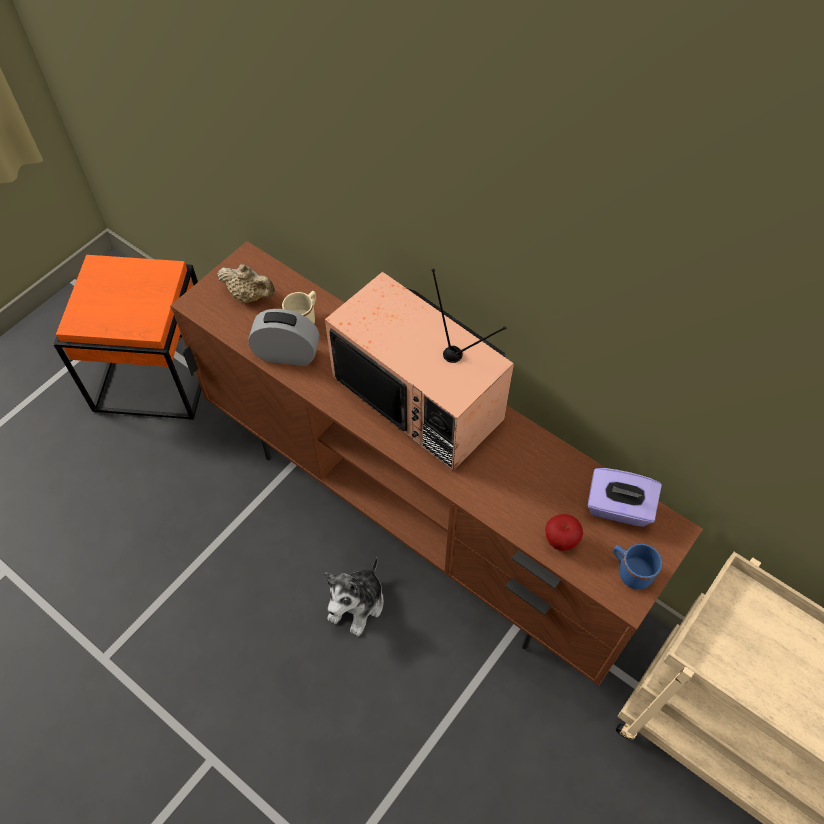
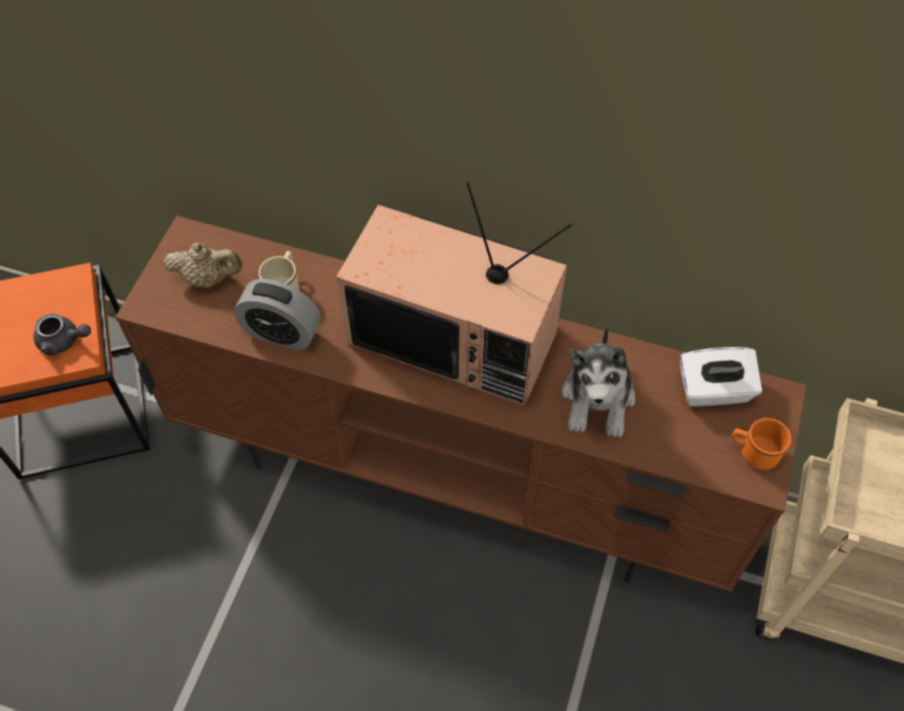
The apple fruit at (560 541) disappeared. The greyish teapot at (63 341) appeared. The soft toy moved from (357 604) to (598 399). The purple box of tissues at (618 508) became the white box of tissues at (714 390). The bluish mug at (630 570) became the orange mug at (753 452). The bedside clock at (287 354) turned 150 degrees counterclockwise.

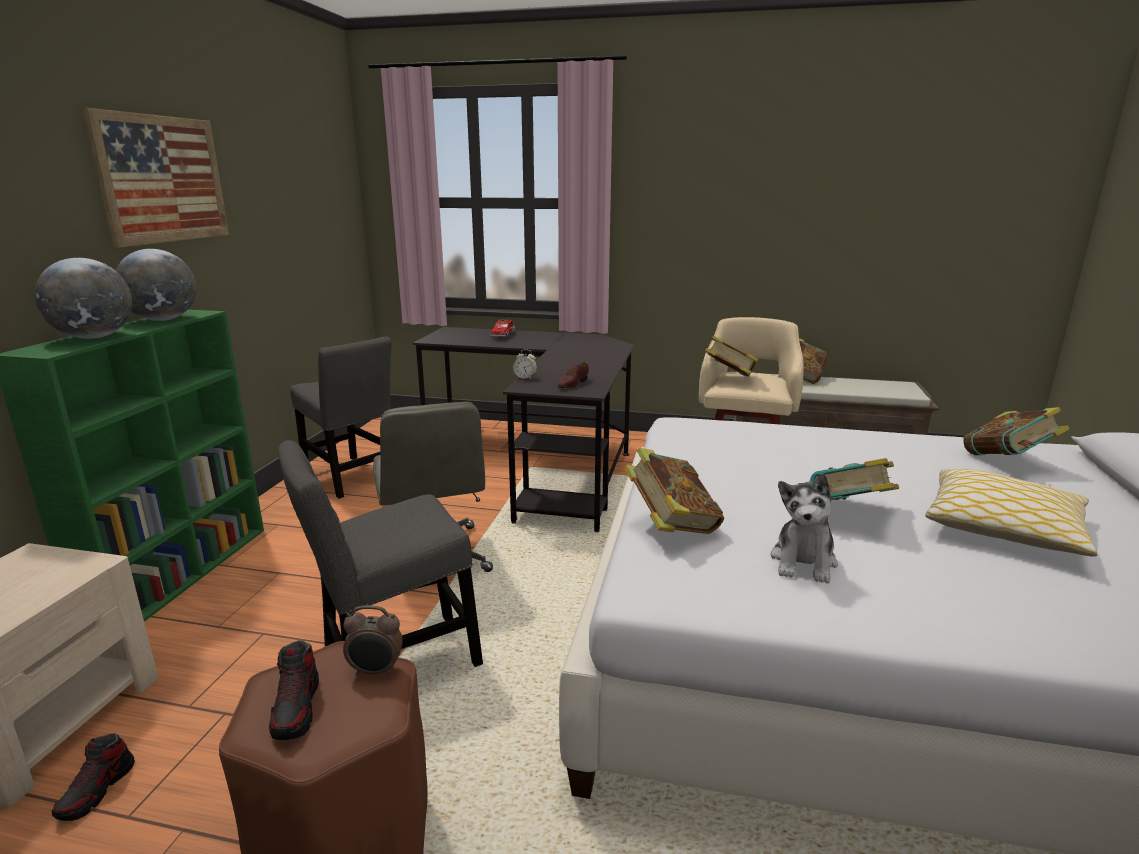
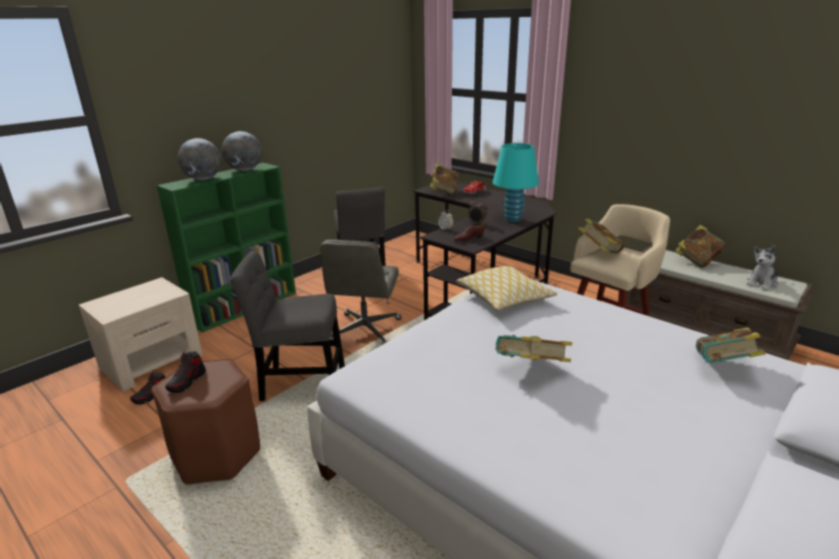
The wall picture at (162 179) disappeared. The turquoise-coloured table lamp at (513 219) appeared. The bedside clock moved from (376 671) to (476 223). The volume moved from (671 525) to (444 192). The soft toy moved from (803 561) to (762 283). The pillow moved from (1003 528) to (504 298).

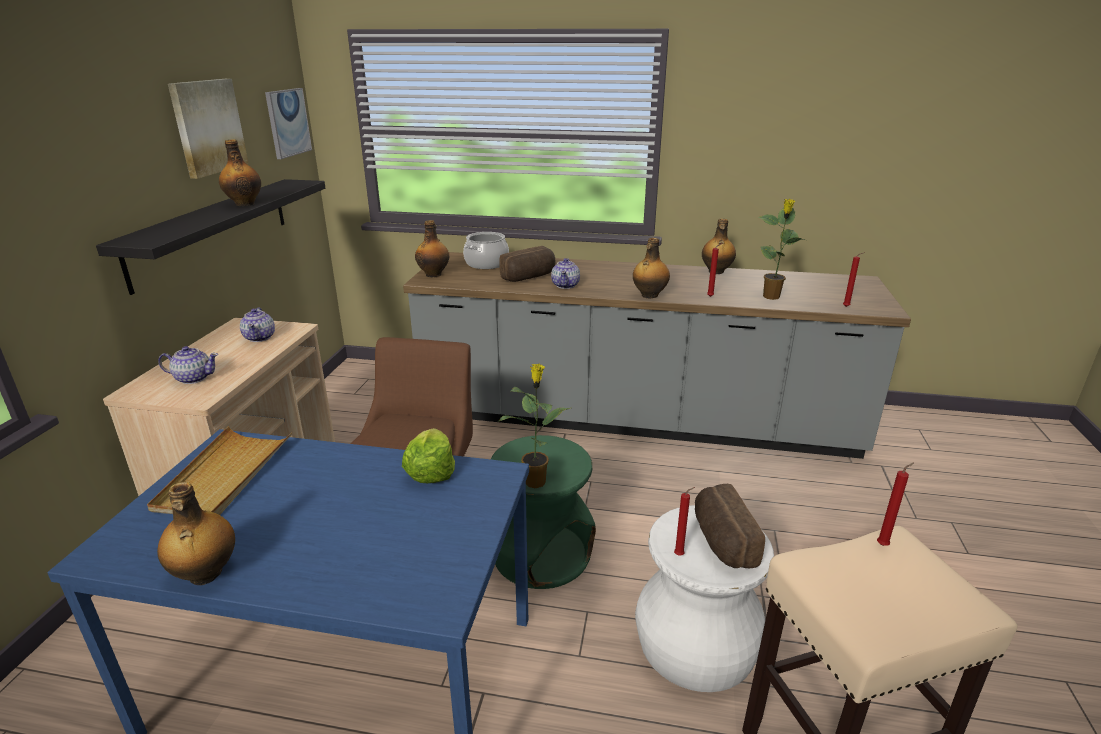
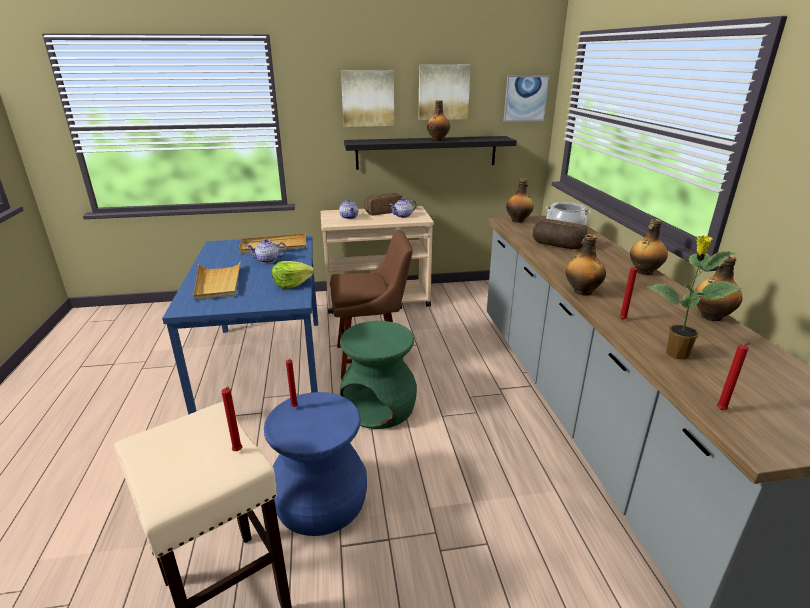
The houseplant at (535 481) disappeared. The beige-coloured serving tray at (218 283) appeared. The wall picture at (368 98) appeared. The drink bottle moved from (205 574) to (643 272). The teapot moved from (566 285) to (268 260). The bakery bread moved from (721 541) to (383 211). The white sitting stool at (697 646) became the bluish sitting stool at (319 501).

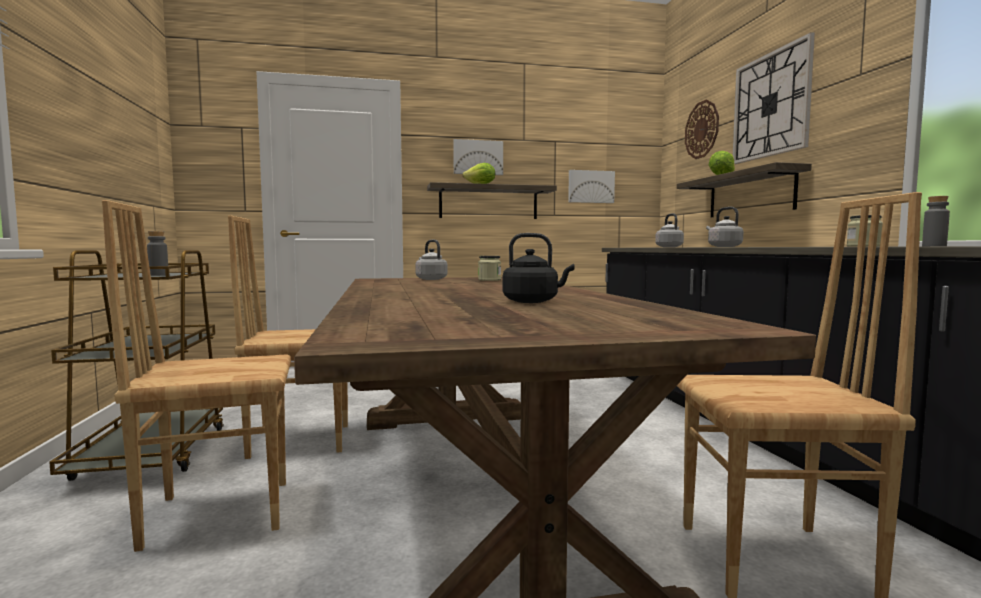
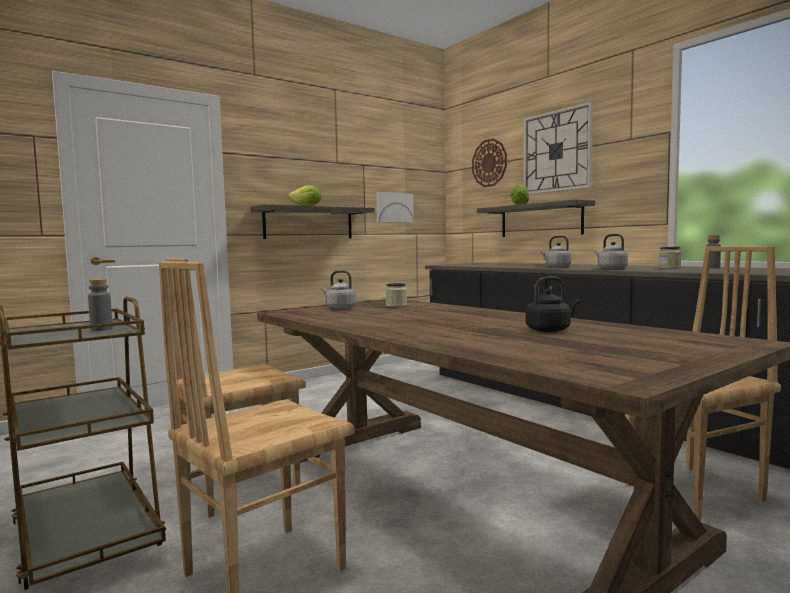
The wall picture at (478 157) disappeared. The greyish kettle moved from (668 247) to (610 269).

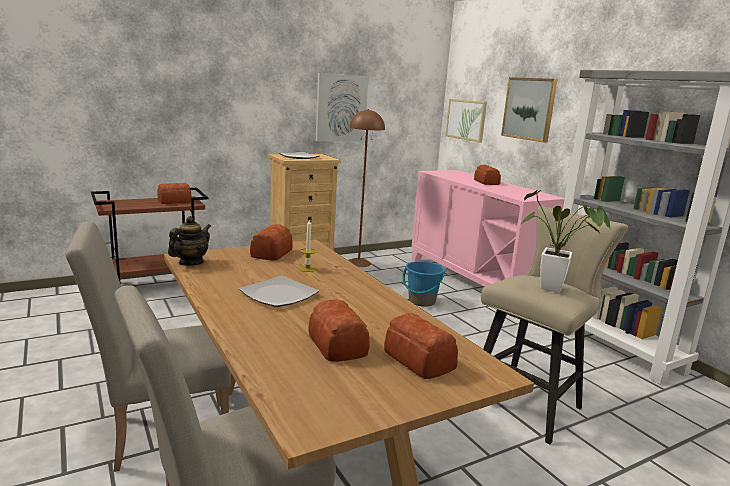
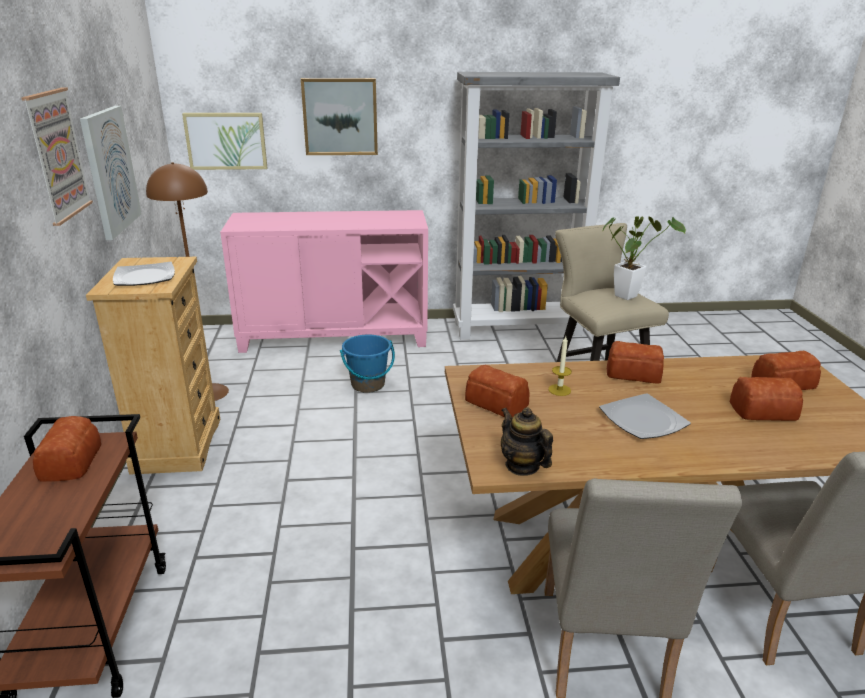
The wall picture at (57 155) appeared. The bakery bread moved from (486 182) to (634 374).

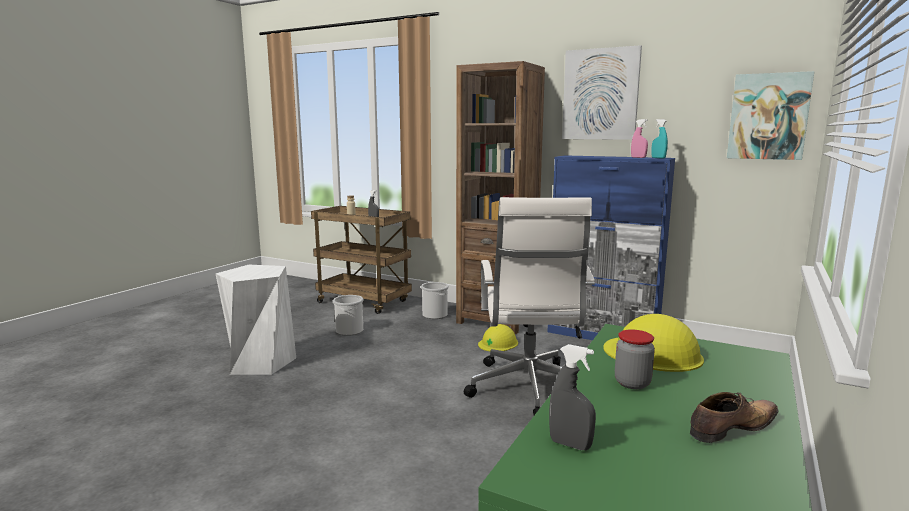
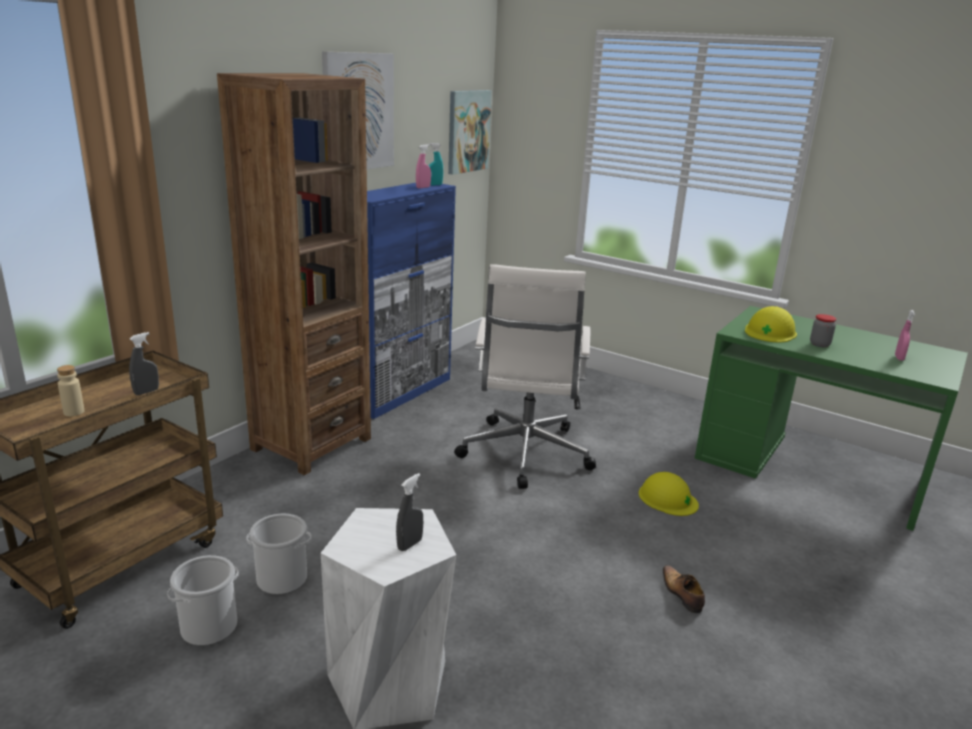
The pink-coloured spray bottle at (899 358) appeared. The bucket moved from (435 315) to (209 627). The yellowish hard hat moved from (498 343) to (667 498). The greyish spray bottle moved from (570 444) to (409 544). The low shoe moved from (731 428) to (681 594). The white desk chair at (529 389) turned 90 degrees clockwise.

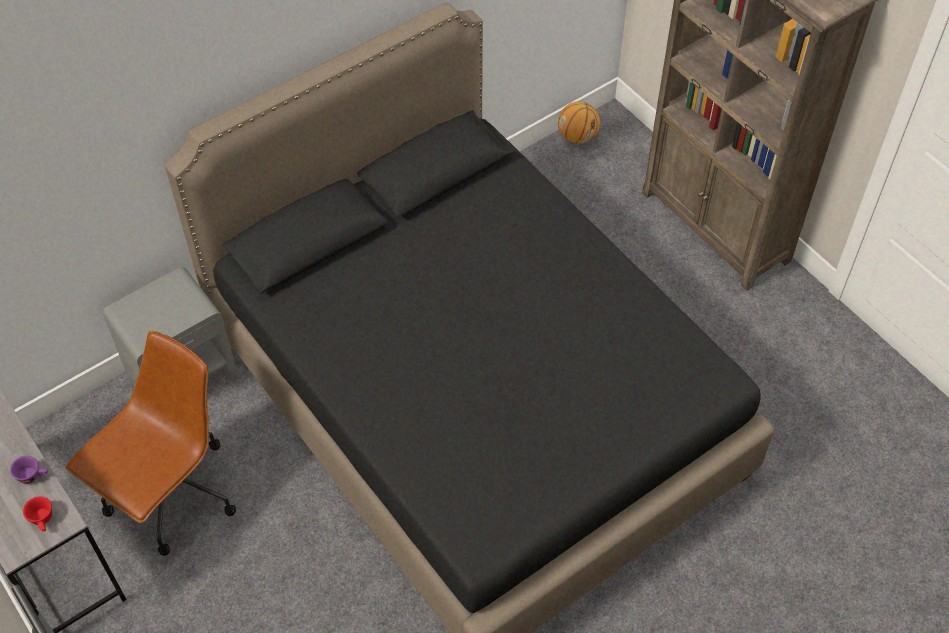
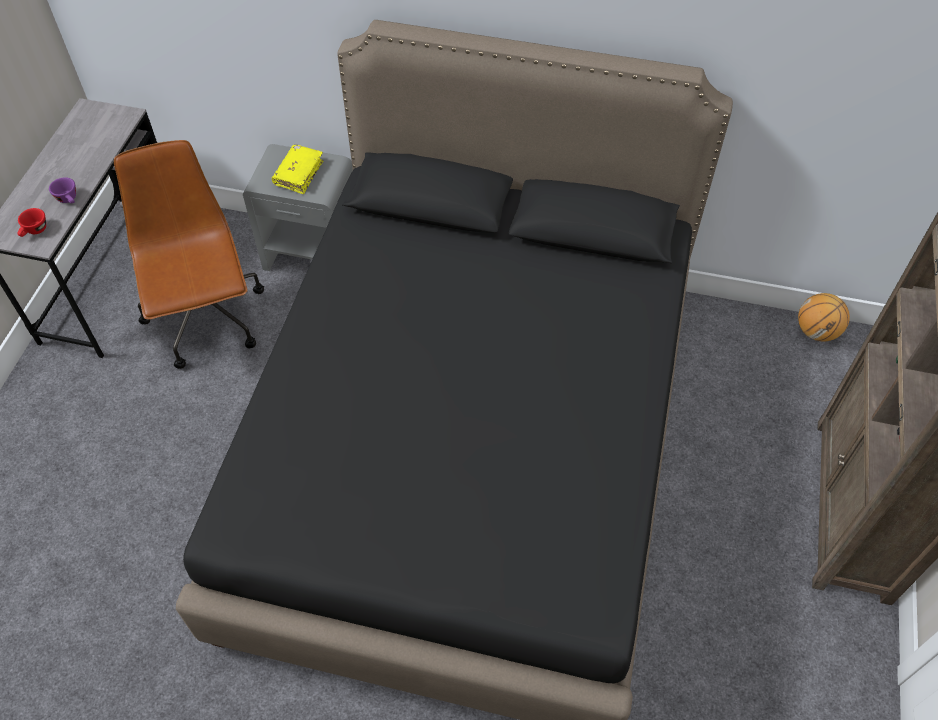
The yellowish volume at (299 174) appeared. The brownish desk chair at (171 496) turned 105 degrees counterclockwise.

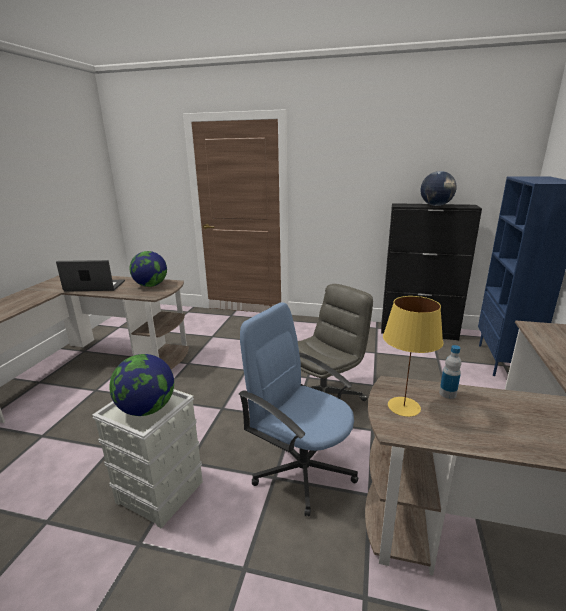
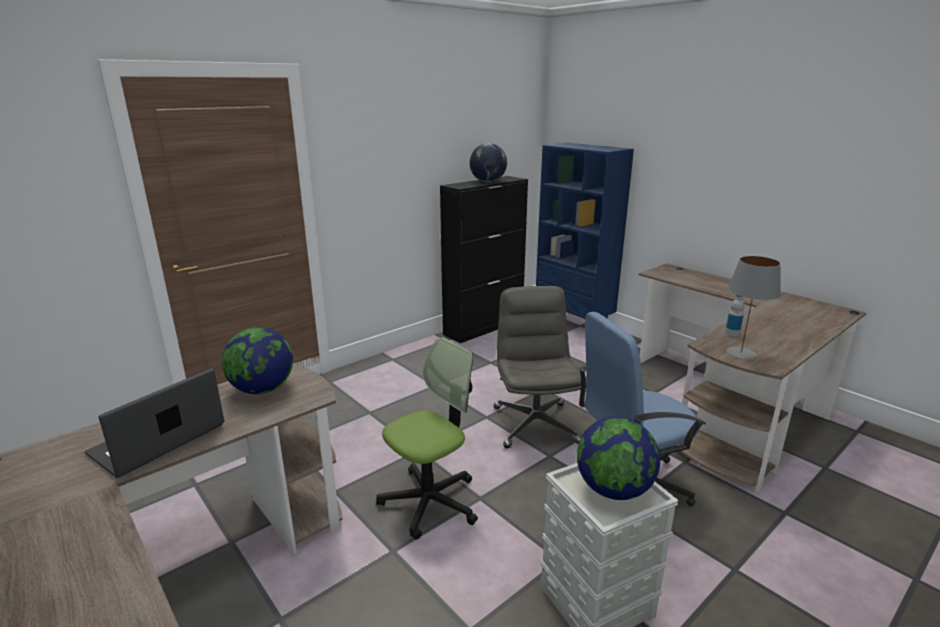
The desk chair at (430 502) appeared. The yellowish table lamp at (403 406) became the greyish table lamp at (740 353).

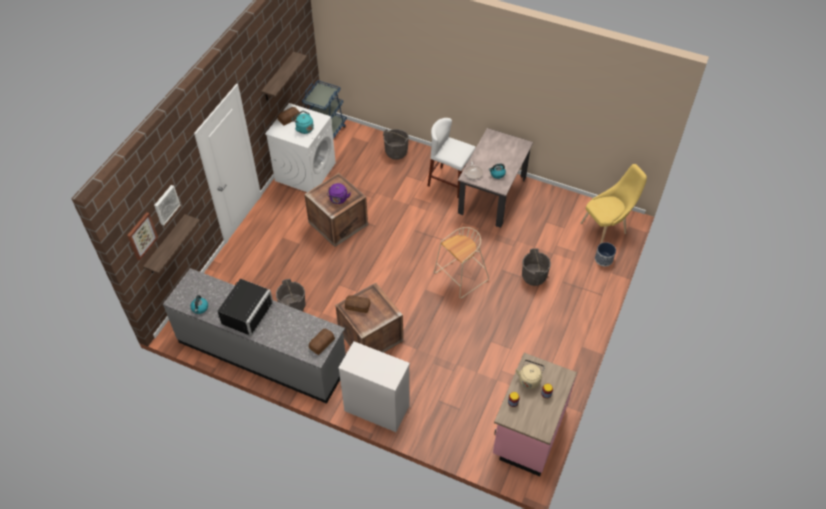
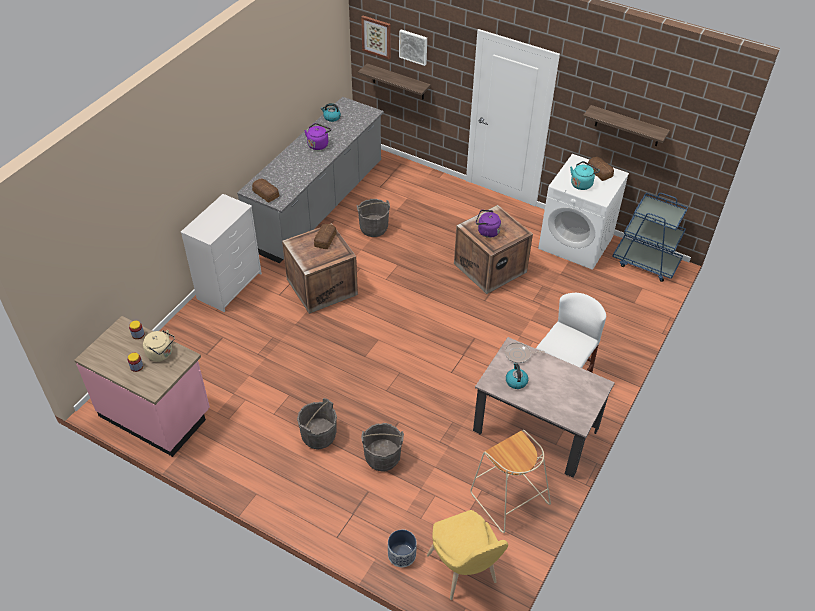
The greyish bucket moved from (396 152) to (319 436). The beige-coloured sitting stool moved from (460 277) to (508 498). The blackish microwave at (244 313) was replaced by the purple kettle at (318 144).

